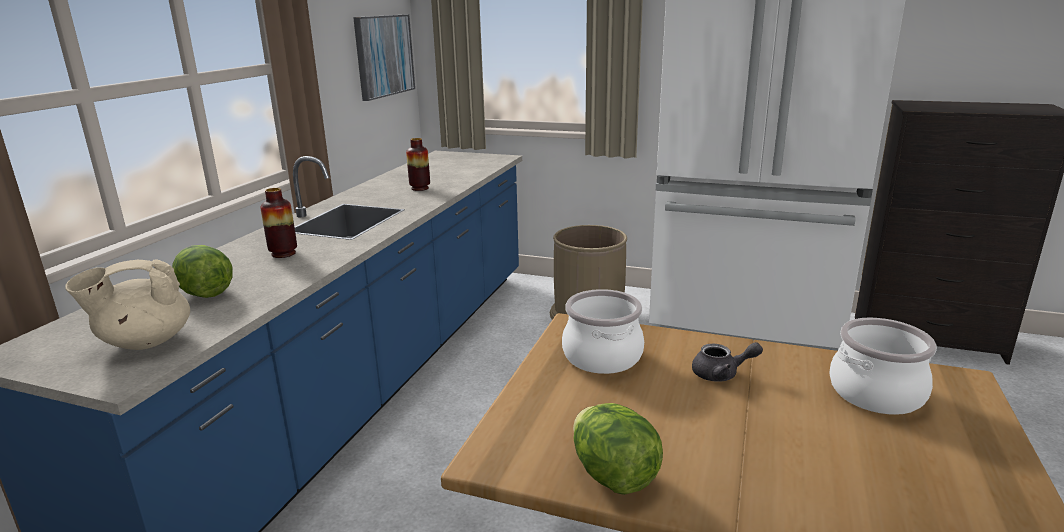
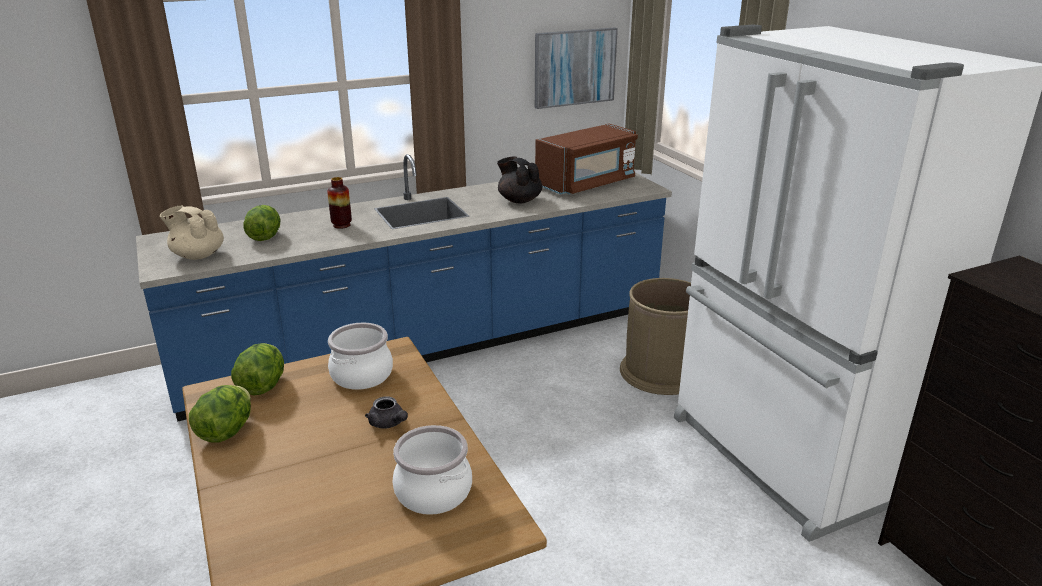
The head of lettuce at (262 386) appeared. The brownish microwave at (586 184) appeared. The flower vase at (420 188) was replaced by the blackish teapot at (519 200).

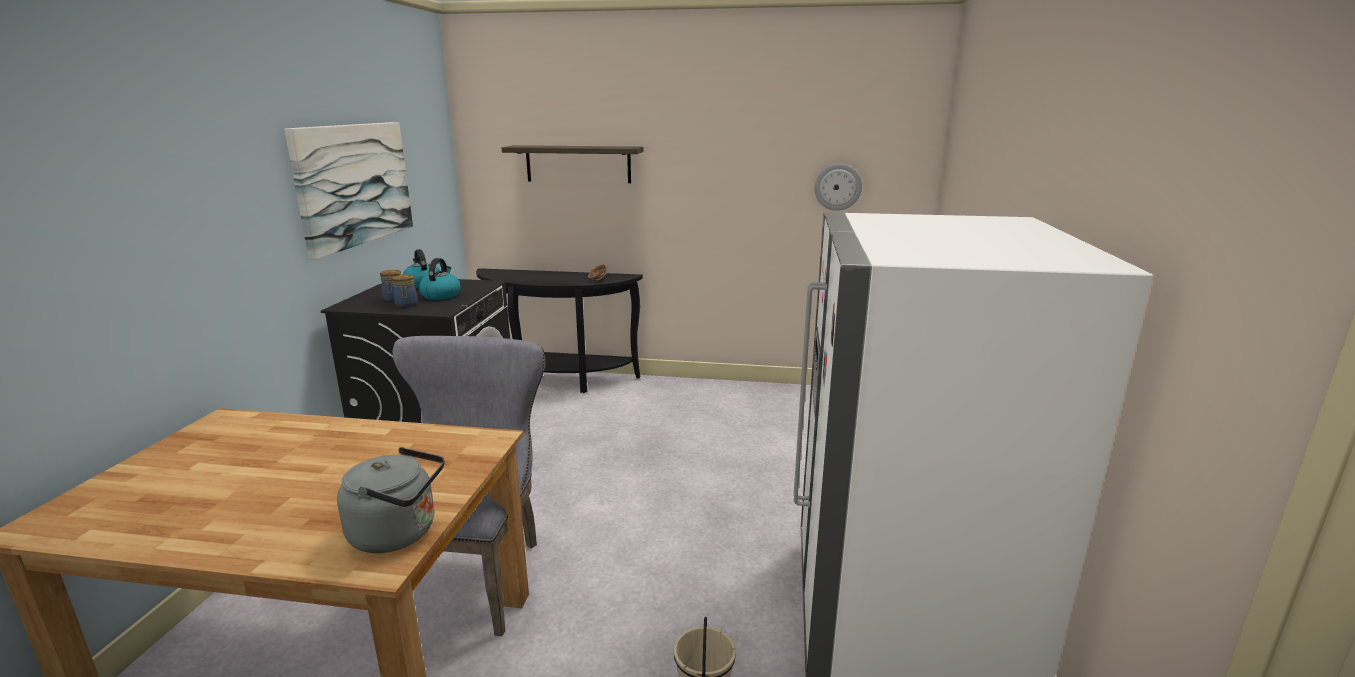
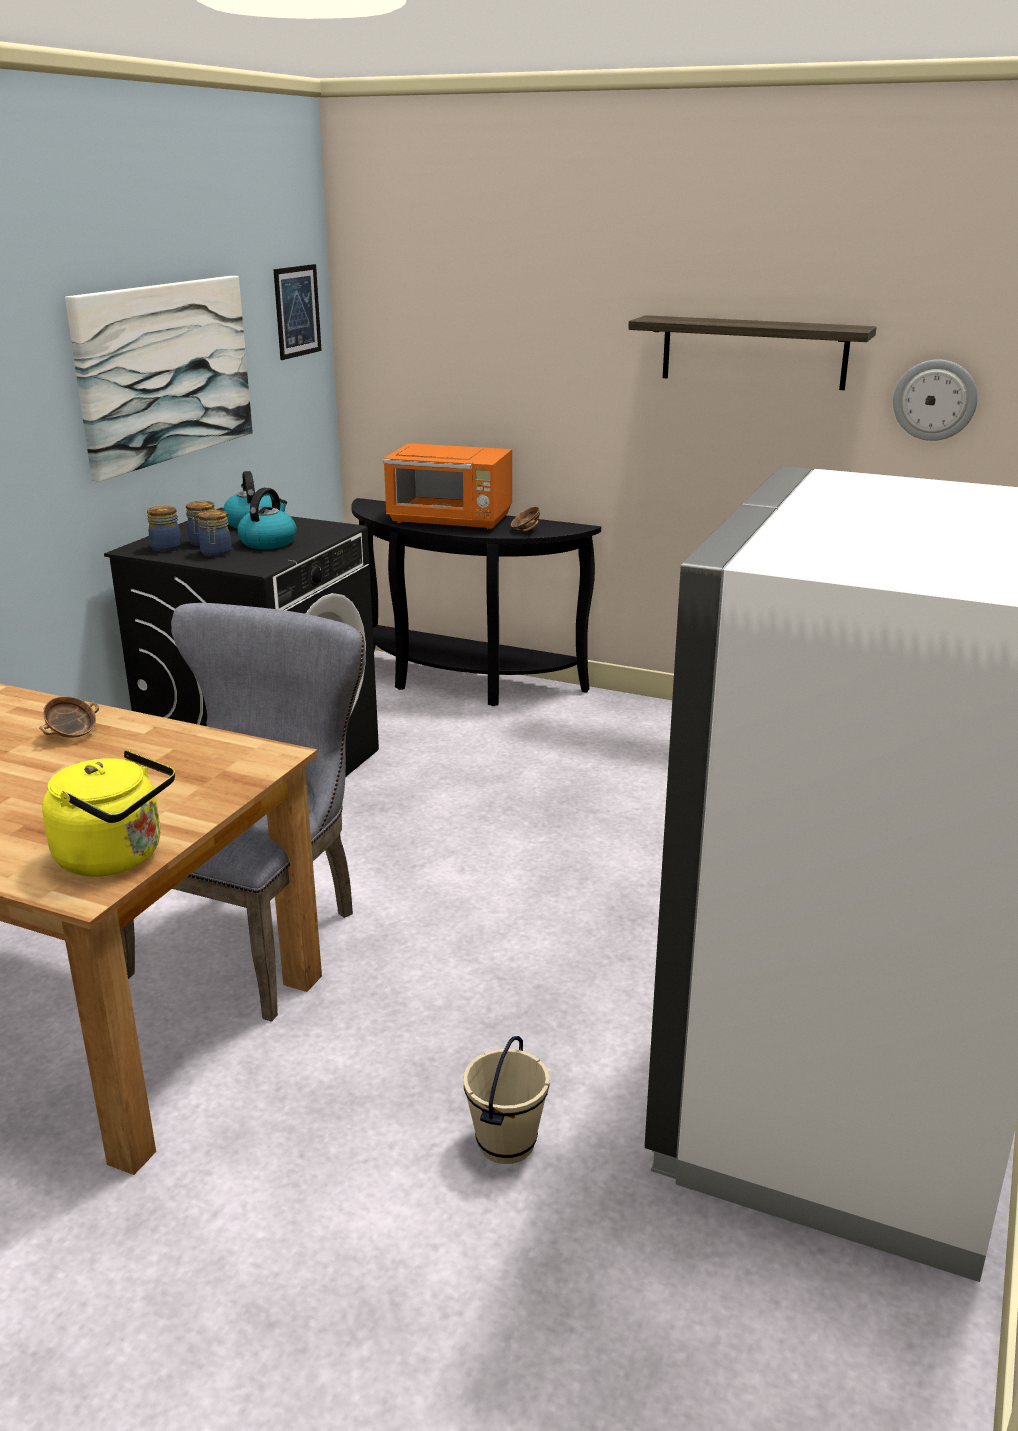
The bowl at (72 735) appeared. The storage jar at (165 548) appeared. The wall picture at (297 311) appeared. The orange microwave at (451 520) appeared. The bracket shelf moved from (578 164) to (754 352). The greyish kettle at (399 533) became the yellowish kettle at (116 857).

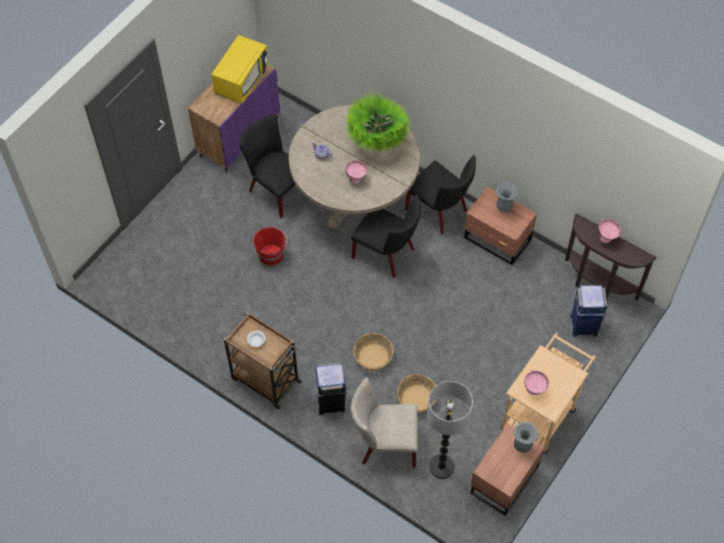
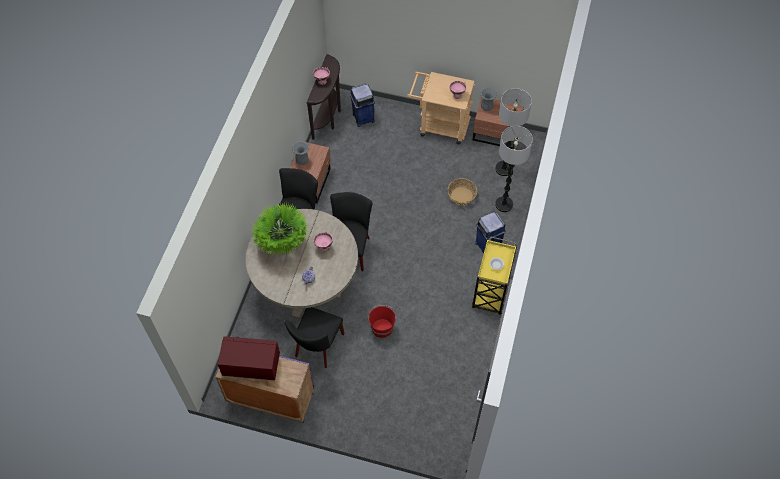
The basket at (373 357) disappeared. The beige-coloured upright chair at (384 444) was replaced by the standard lamp at (504 204). The yellowish microwave at (241 80) became the reddish microwave at (251 365). The brownish trolley at (264 379) became the yellowish trolley at (490 293).

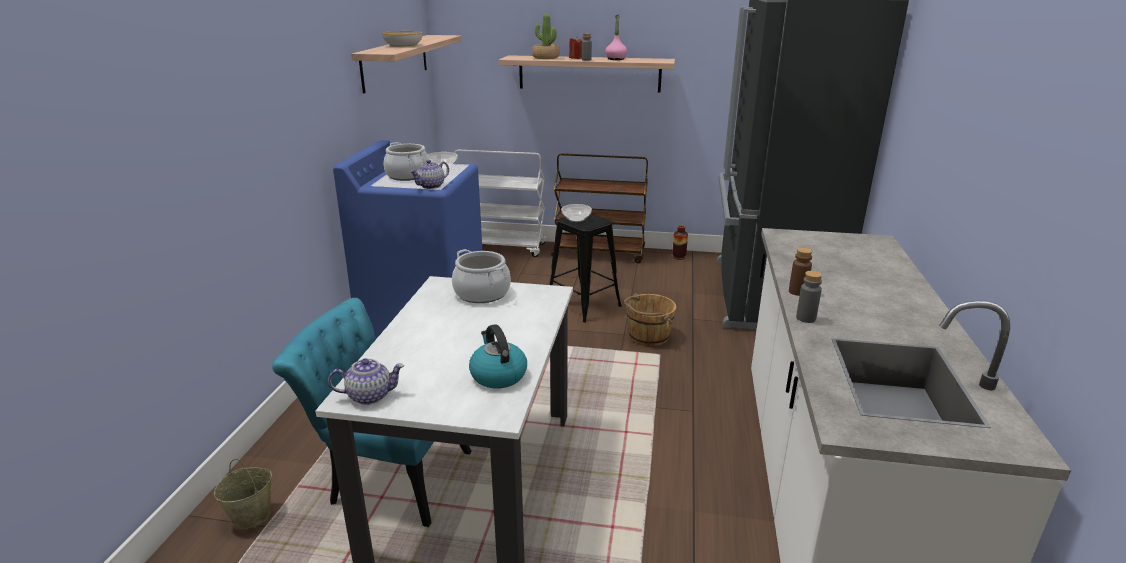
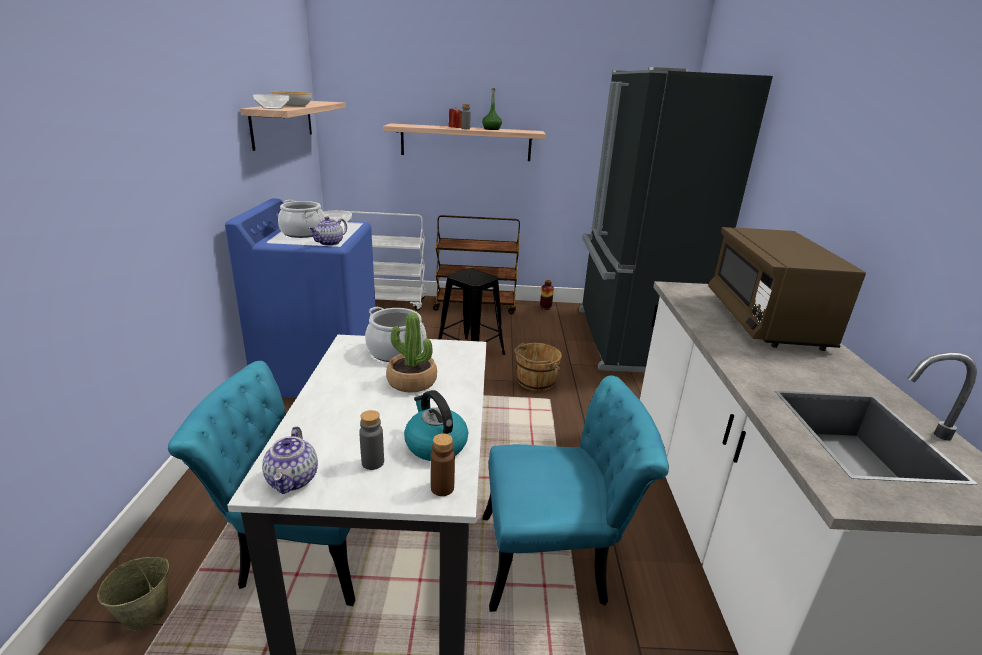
The turquoise-coloured upright chair at (557 559) appeared. The brownish microwave at (764 321) appeared. The houseplant moved from (545 57) to (411 381). The bowl moved from (576 219) to (272 108). The brownish drink bottle moved from (797 292) to (442 488). The greyish drink bottle moved from (805 318) to (373 462). The pink-coloured drink bottle at (615 59) became the green-coloured drink bottle at (491 129). The teapot at (370 395) turned 105 degrees clockwise.

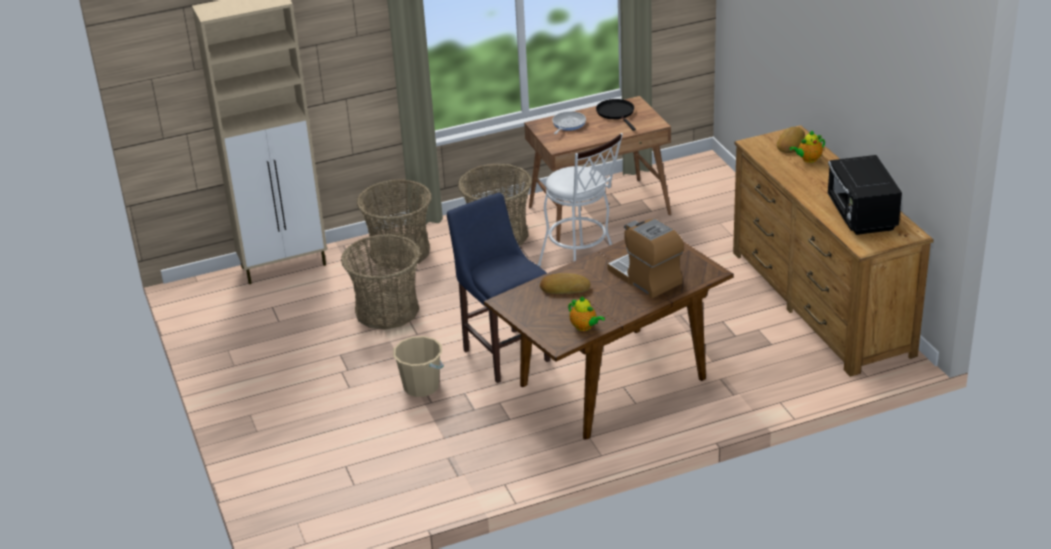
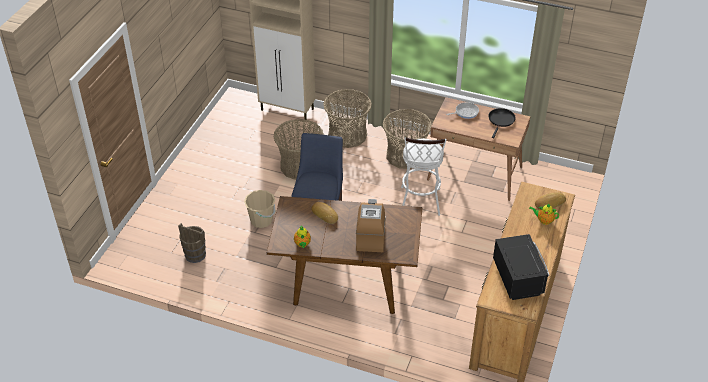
The brownish bucket at (195 255) appeared. The blackish microwave at (861 216) turned 135 degrees clockwise.

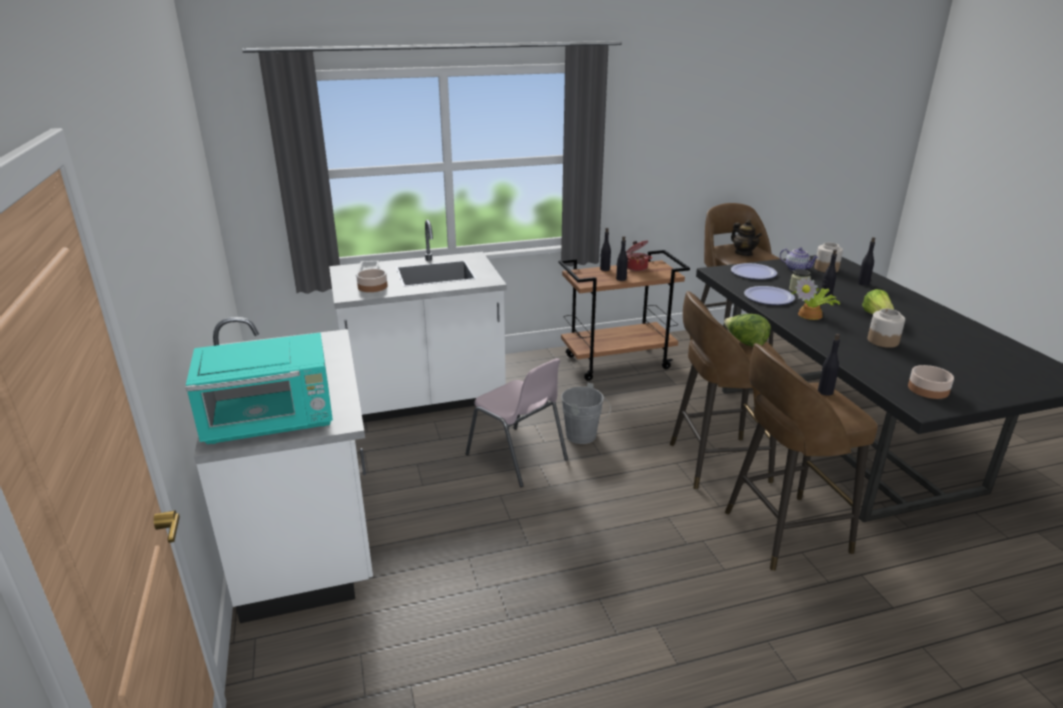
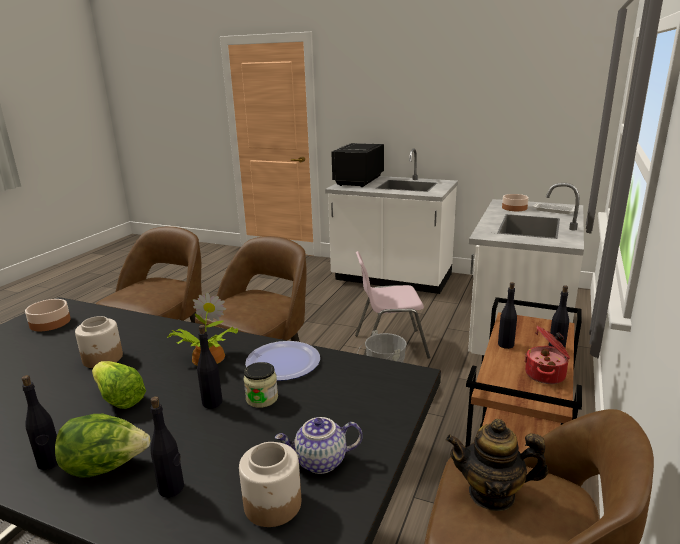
The dinner plate at (753 272) disappeared. The head of lettuce moved from (745 343) to (106 467). The blackish drink bottle moved from (825 392) to (50 462). The turquoise-coloured microwave at (272 422) became the blackish microwave at (358 181).

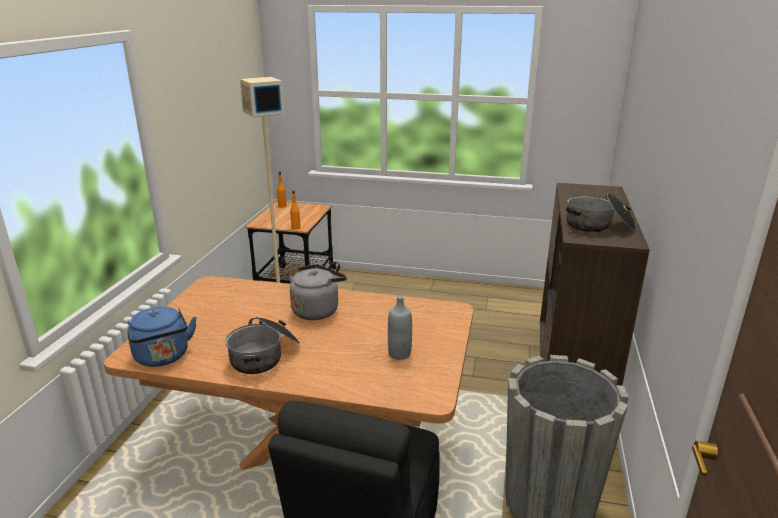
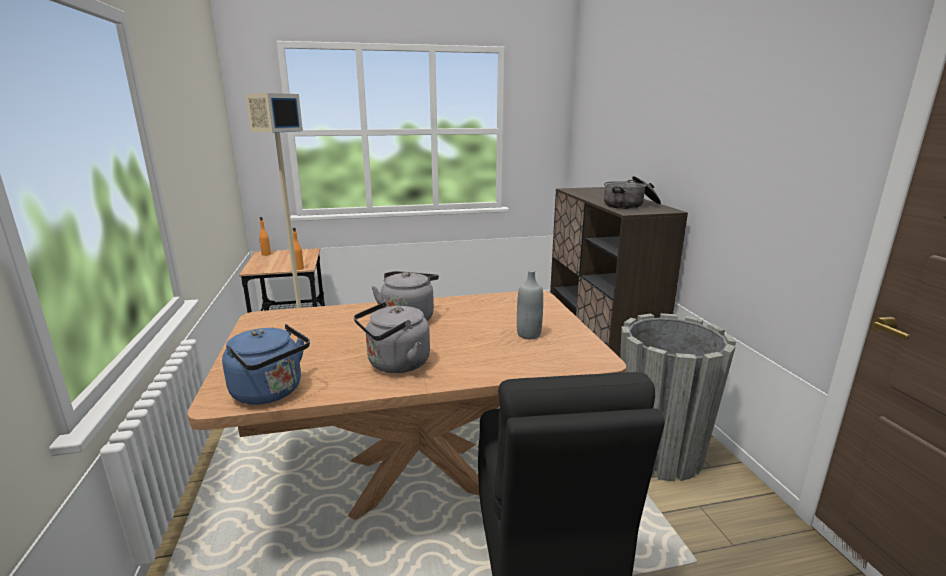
The stockpot at (264 356) was replaced by the greyish kettle at (395 364).

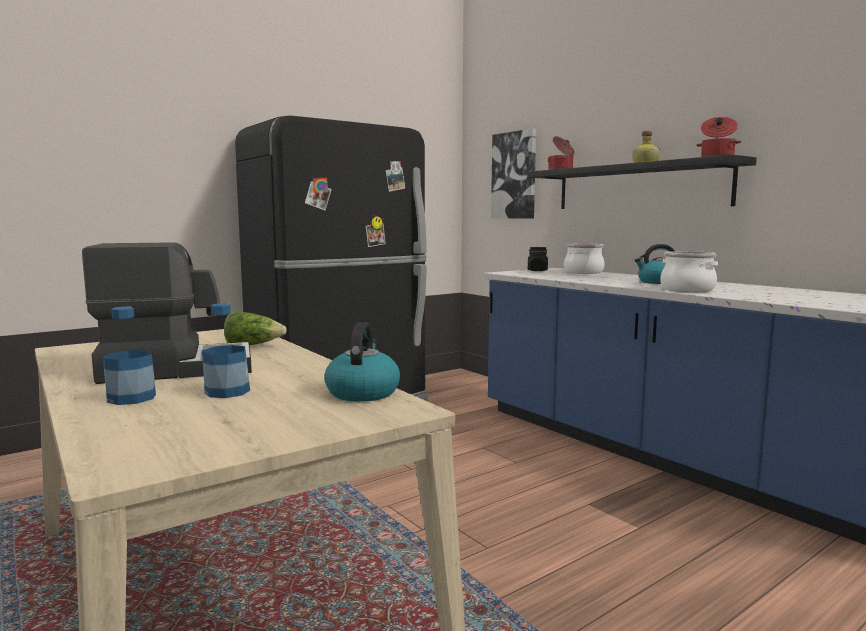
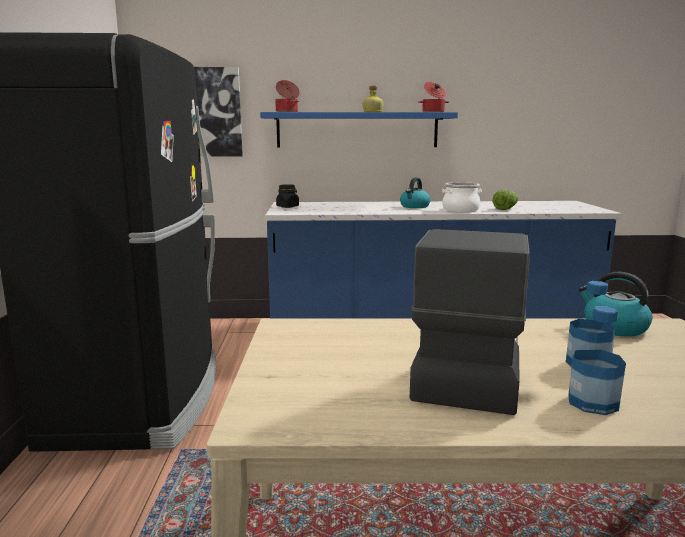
The stockpot at (584 272) disappeared. The head of lettuce moved from (253 346) to (505 209). The blackish bracket shelf at (638 187) became the bluish bracket shelf at (357 130).

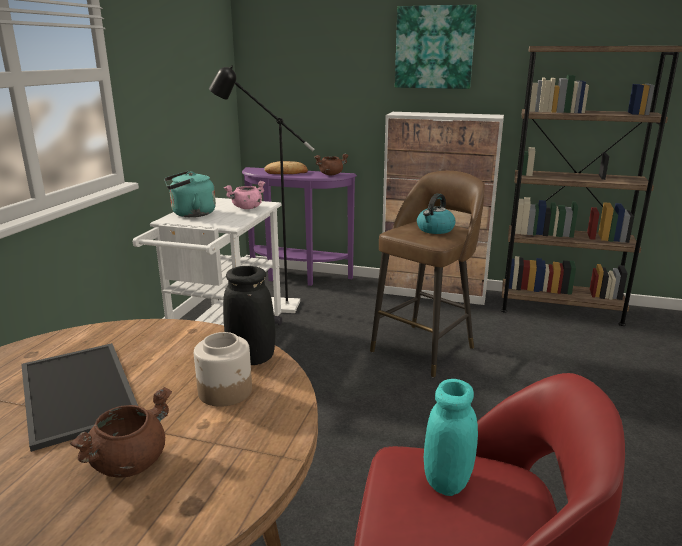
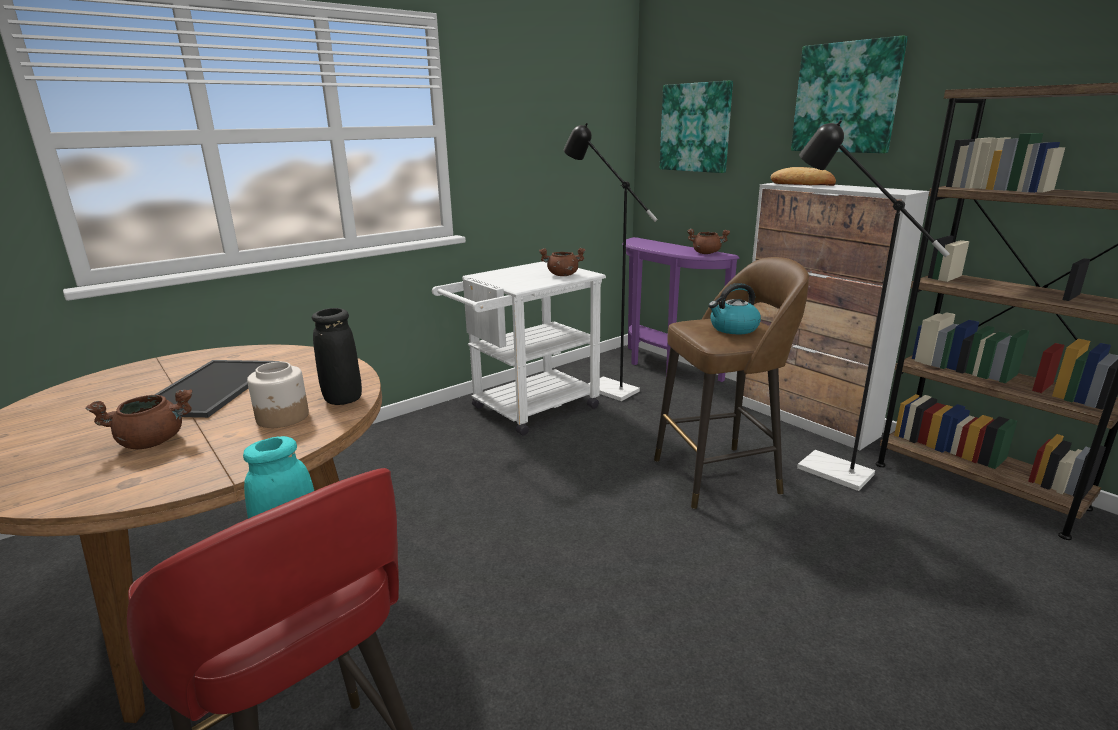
The turquoise-coloured kettle at (191 214) disappeared. The wall picture at (695 127) appeared. The blackish standard lamp at (822 467) appeared. The bakery bread moved from (286 172) to (802 184). The pink-coloured stockpot at (247 208) became the brownish stockpot at (562 275).

